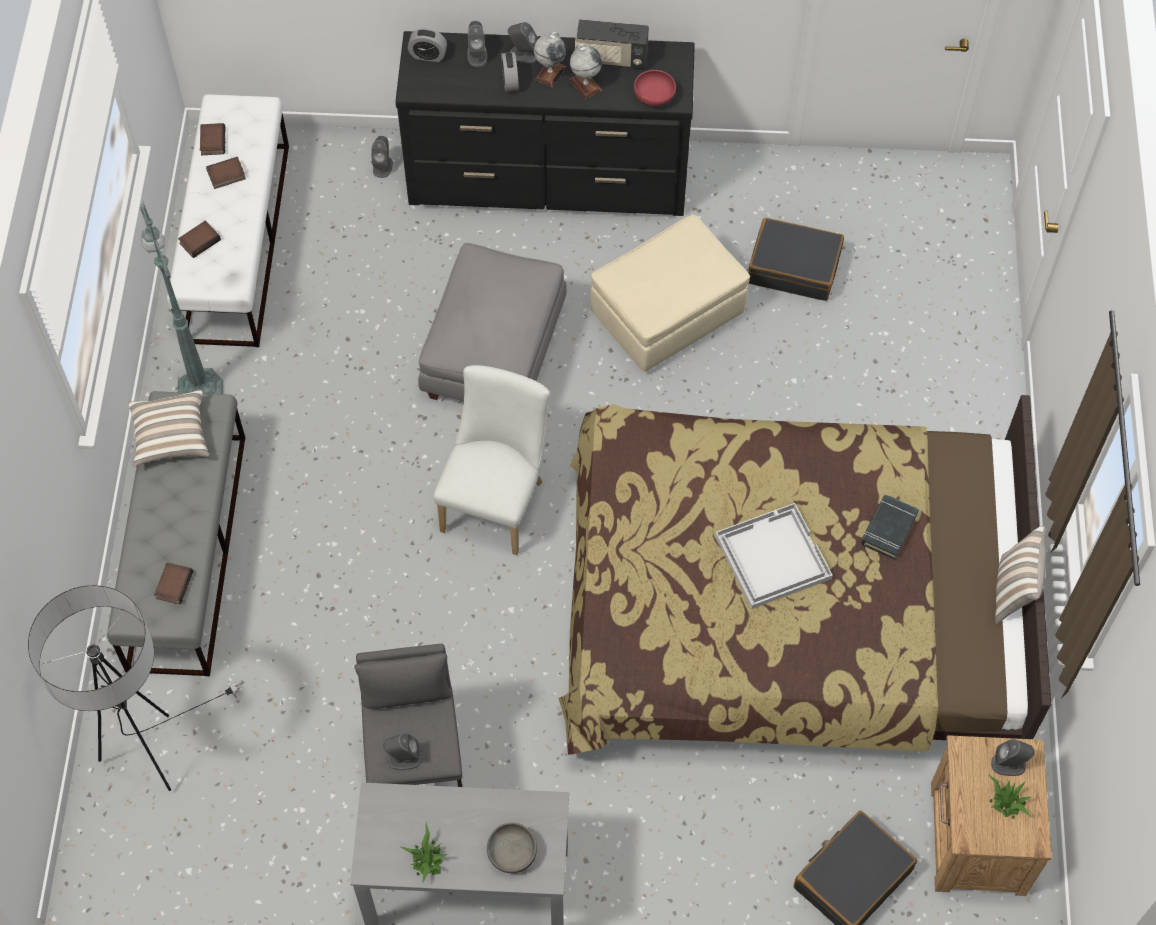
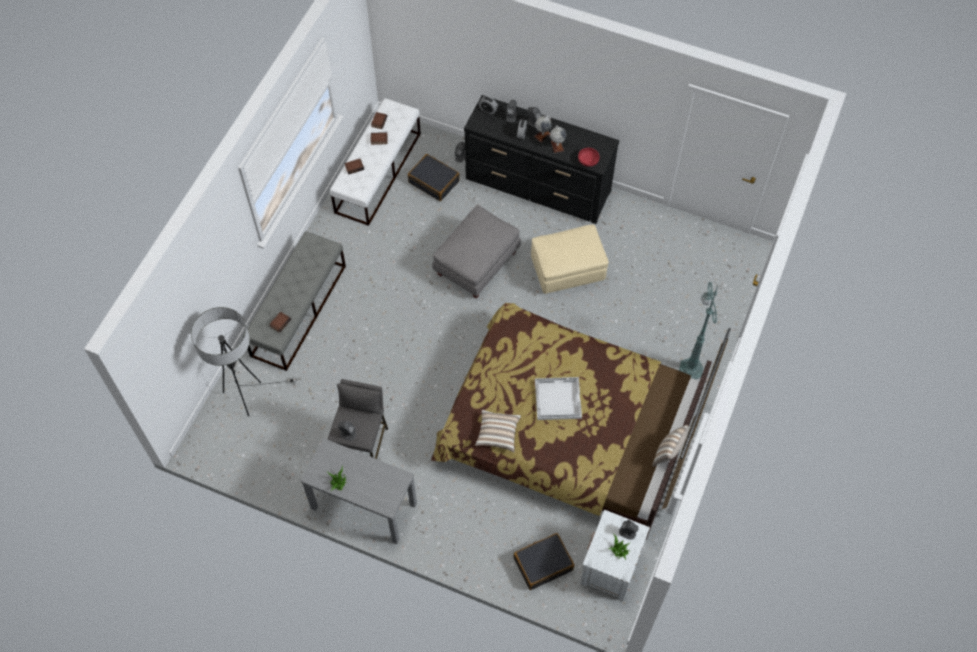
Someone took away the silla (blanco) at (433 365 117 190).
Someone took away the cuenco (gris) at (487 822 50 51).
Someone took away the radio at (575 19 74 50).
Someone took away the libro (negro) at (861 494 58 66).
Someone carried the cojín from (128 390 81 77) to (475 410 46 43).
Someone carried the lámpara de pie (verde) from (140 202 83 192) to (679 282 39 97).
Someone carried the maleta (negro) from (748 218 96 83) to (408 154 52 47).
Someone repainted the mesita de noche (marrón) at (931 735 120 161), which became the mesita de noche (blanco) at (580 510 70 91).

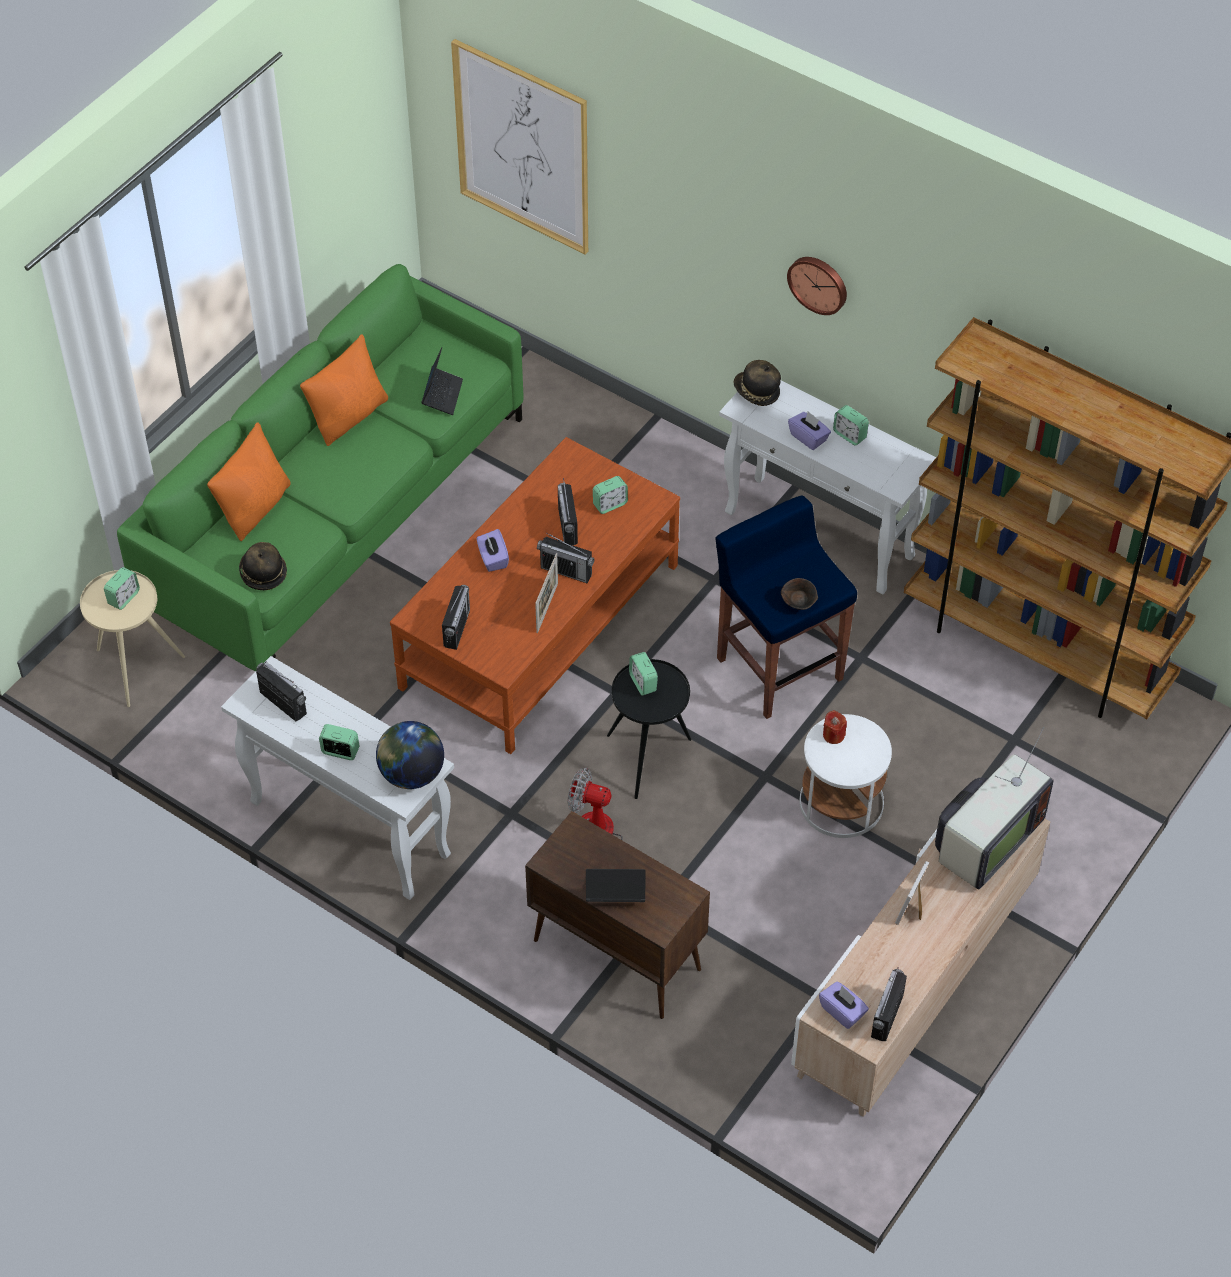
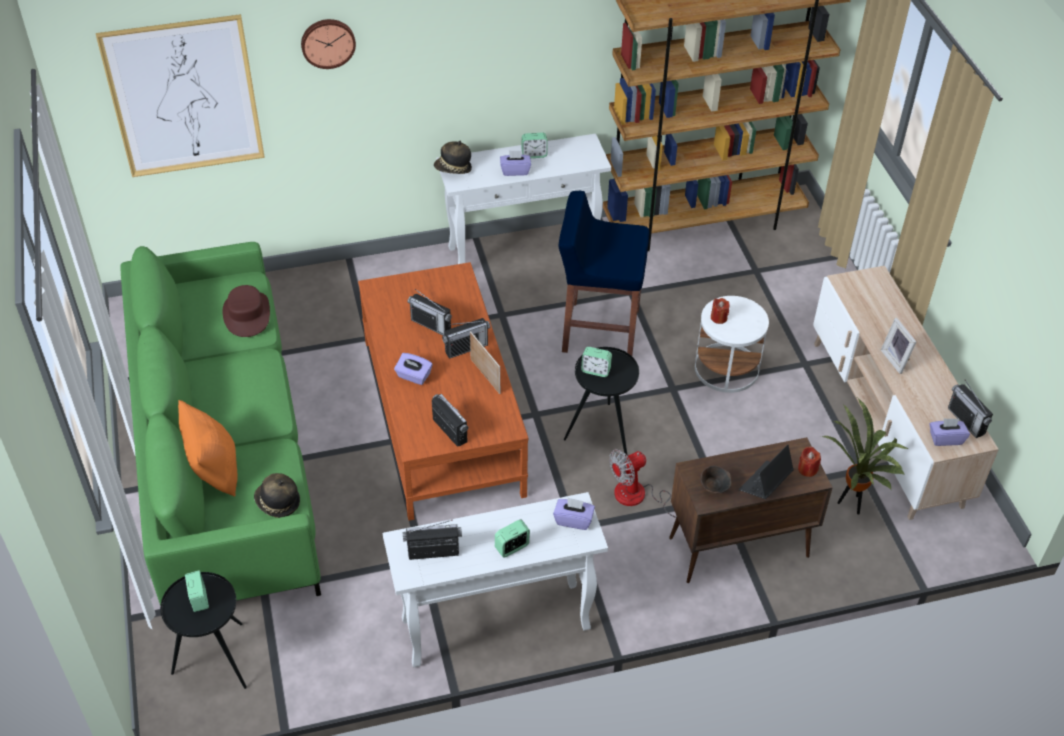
Someone took away the cojín (naranja) at (300 334 88 112).
Someone took away the despertador at (593 476 35 38).
Someone took away the televisor at (935 727 118 162).
Someone put down the vela (rojo) at (798 446 23 31).
Someone put down the planta en maceta at (821 398 87 116).
Someone carried the cuenco (marrón) from (781 578 37 32) to (700 466 31 28).
Someone carried the reloj de pared from (787 257 60 58) to (301 19 55 50).
Someone swapped the globo terráqueo at (376 721 68 68) for the caja de pañuelos (morado) at (553 497 42 33).
Someone swapped the portátil at (421 348 42 67) for the sombrero (marrón) at (222 285 48 52).
Someone repainted the mesa auxiliar (beis) at (80 570 105 137), which became the mesa auxiliar (negro) at (160 572 87 117).

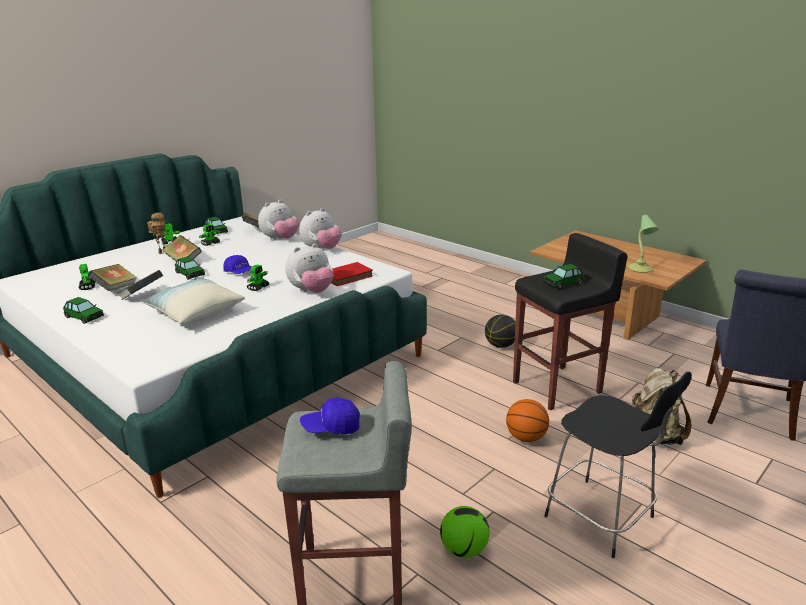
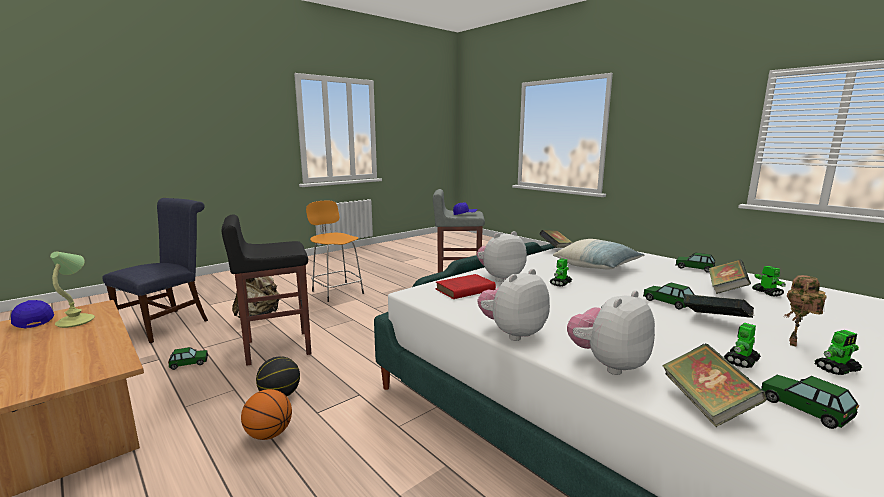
Someone took away the balón de fútbol at (440 506 50 52).
Someone carried the libro from (118 270 45 30) to (539 230 34 18).
Someone carried the gorra (azul) from (223 255 28 19) to (11 300 43 28).
Someone carried the balón de baloncesto from (506 399 43 43) to (241 389 51 51).
Someone carried the coche de juguete from (543 264 41 25) to (168 347 40 23).
Someone repainted the taburete (negro) at (544 372 148 186), which became the taburete (naranja) at (306 200 58 102).

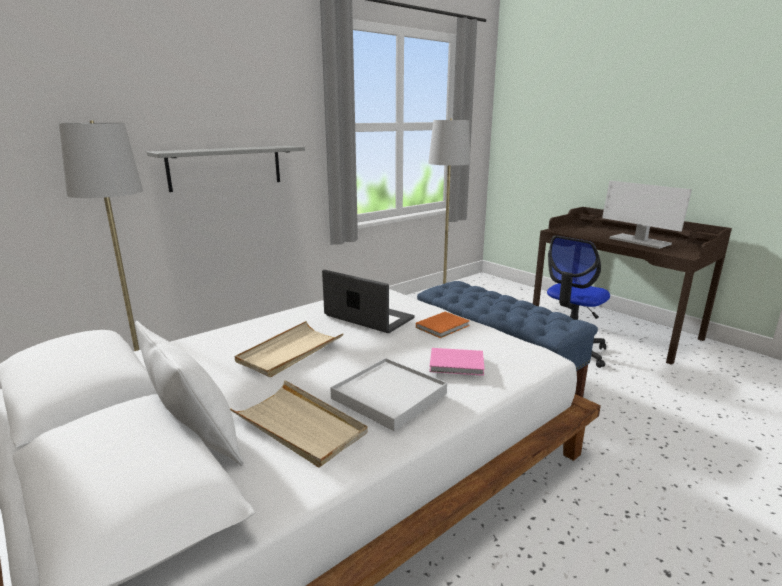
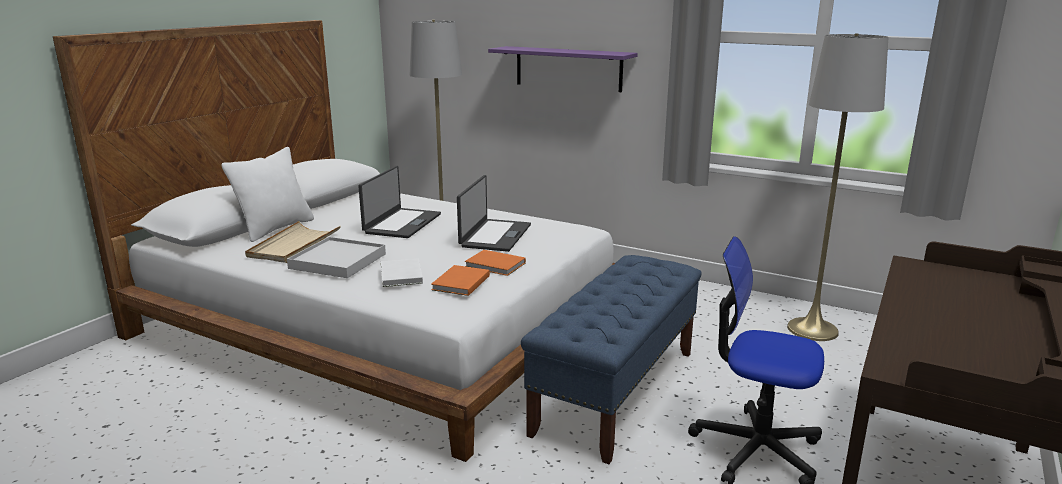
Someone took away the monitor at (602 181 90 68).
Someone put down the libro (naranja) at (431 265 59 31).
Someone swapped the bandeja (beis) at (234 321 110 56) for the portátil at (358 166 83 72).
Someone repainted the estante (gris) at (147 146 158 46), which became the estante (morado) at (488 46 150 46).
Someone repainted the libro (rosa) at (429 348 56 28), which became the libro (blanco) at (381 259 42 28).

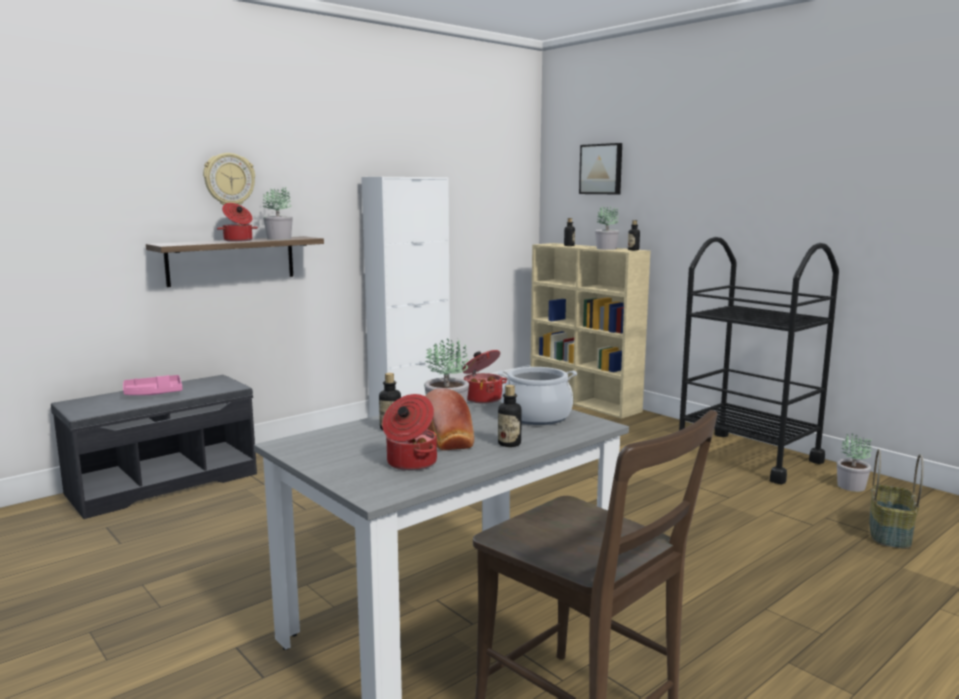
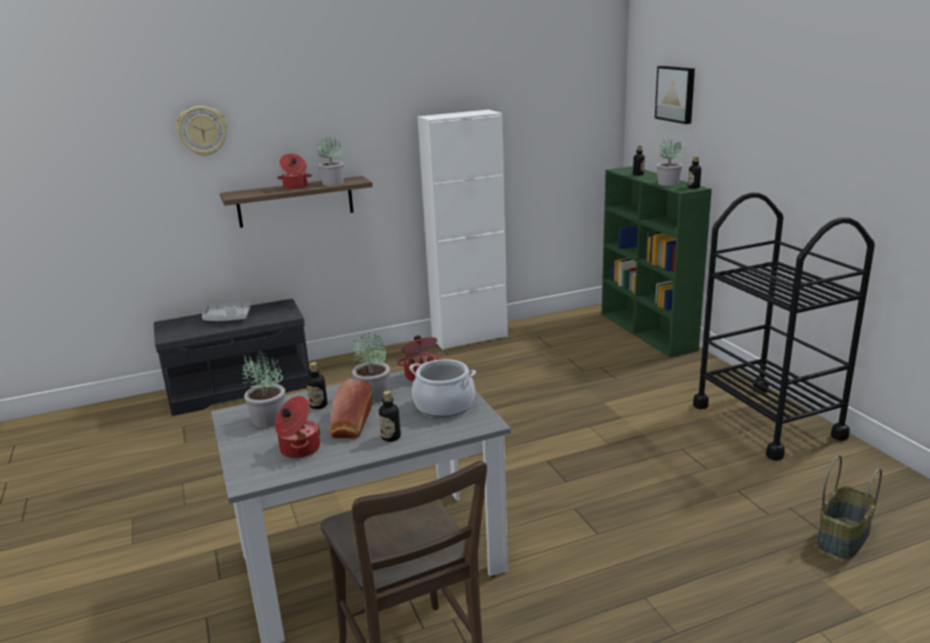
Someone carried the reloj de pared from (203 153 52 52) to (176 106 51 50).
Someone carried the planta en maceta from (837 433 35 59) to (243 353 42 75).
Someone repainted the bandeja (rosa) at (123 375 59 20), which became the bandeja (gris) at (202 302 49 19).
Someone repainted the estantería (beis) at (530 243 120 176), which became the estantería (verde) at (602 166 110 192).

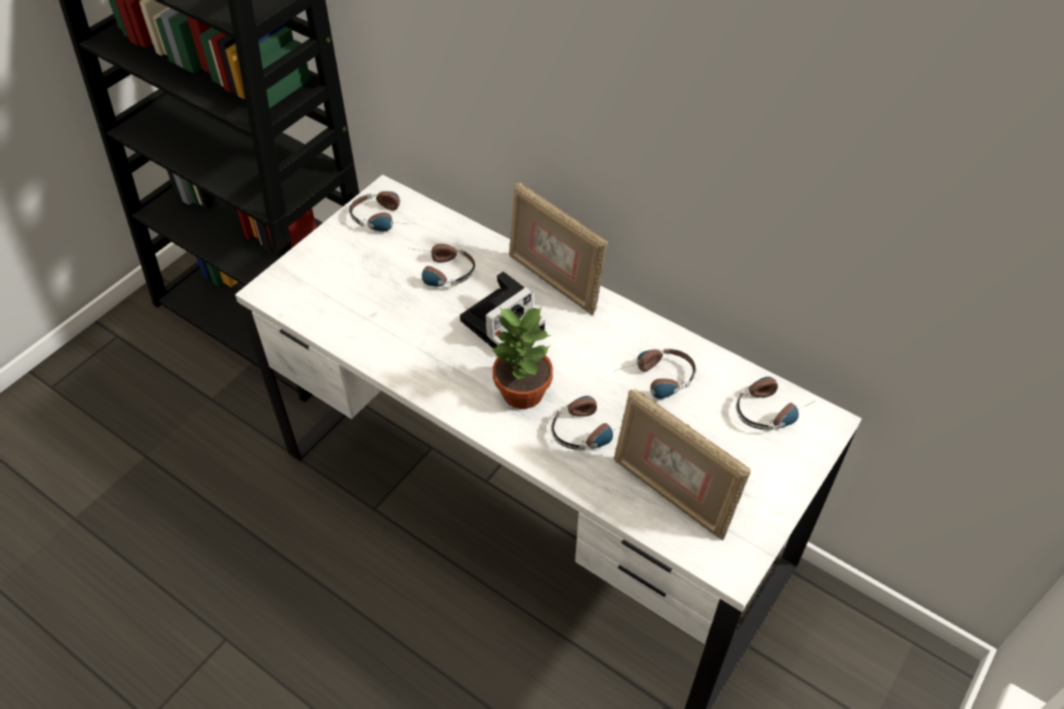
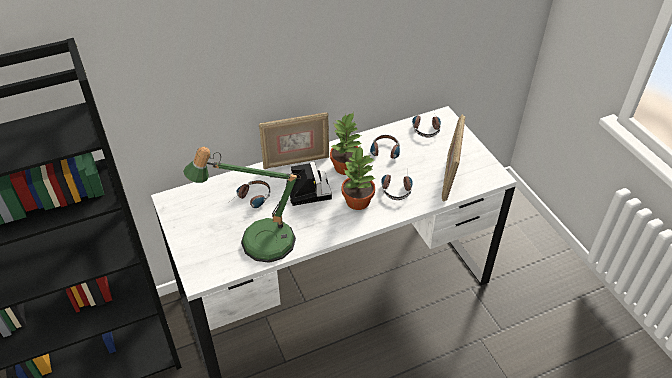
Someone took away the auriculares at (349 191 63 40).
Someone put down the lámpara de mesa at (183 146 118 117).
Someone put down the planta en maceta at (330 112 32 63).
Someone rotated the portarretratos at (614 389 137 151) by 120 degrees clockwise.

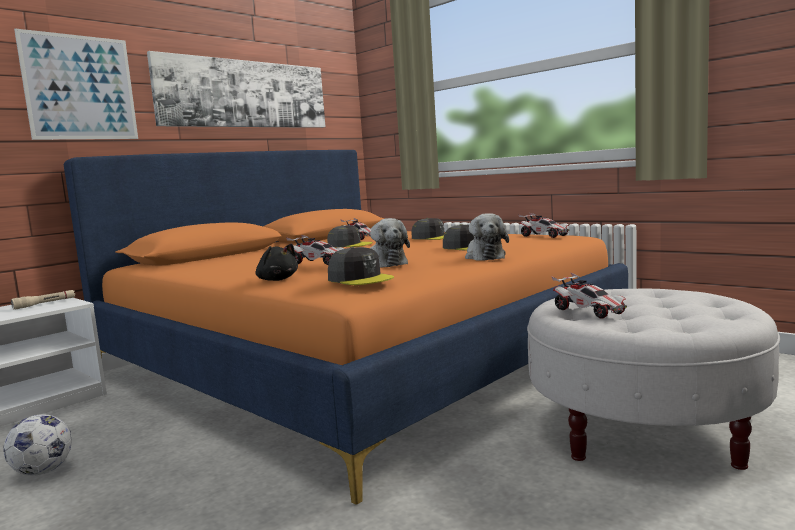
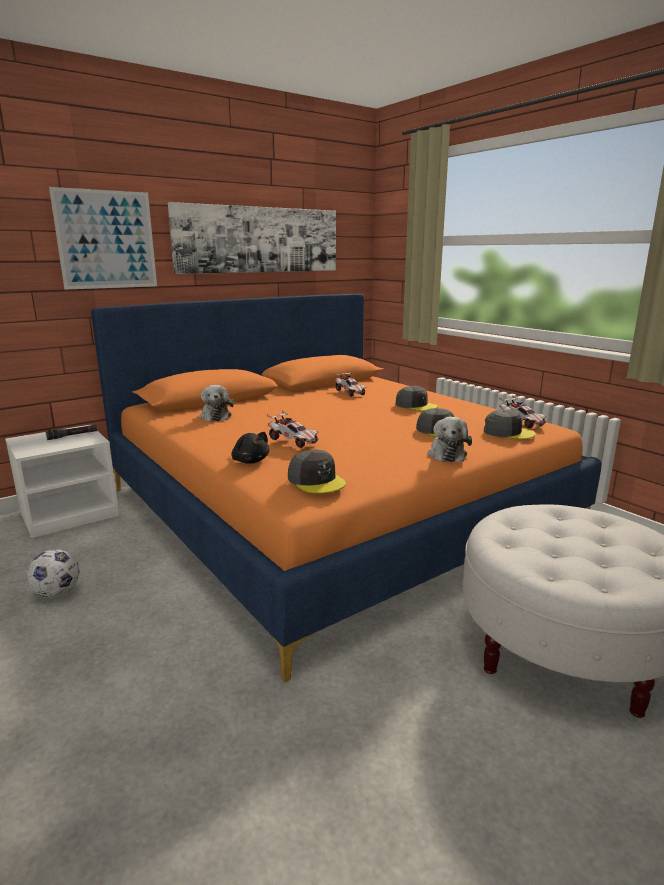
Someone took away the coche de juguete at (551 273 76 46).
Someone carried the gorra (gris) from (327 225 46 22) to (484 409 52 30).
Someone carried the peluche from (370 218 40 49) to (199 385 35 37).
Someone repainted the linterna (beis) at (11 290 64 20), which became the linterna (negro) at (45 425 52 15).

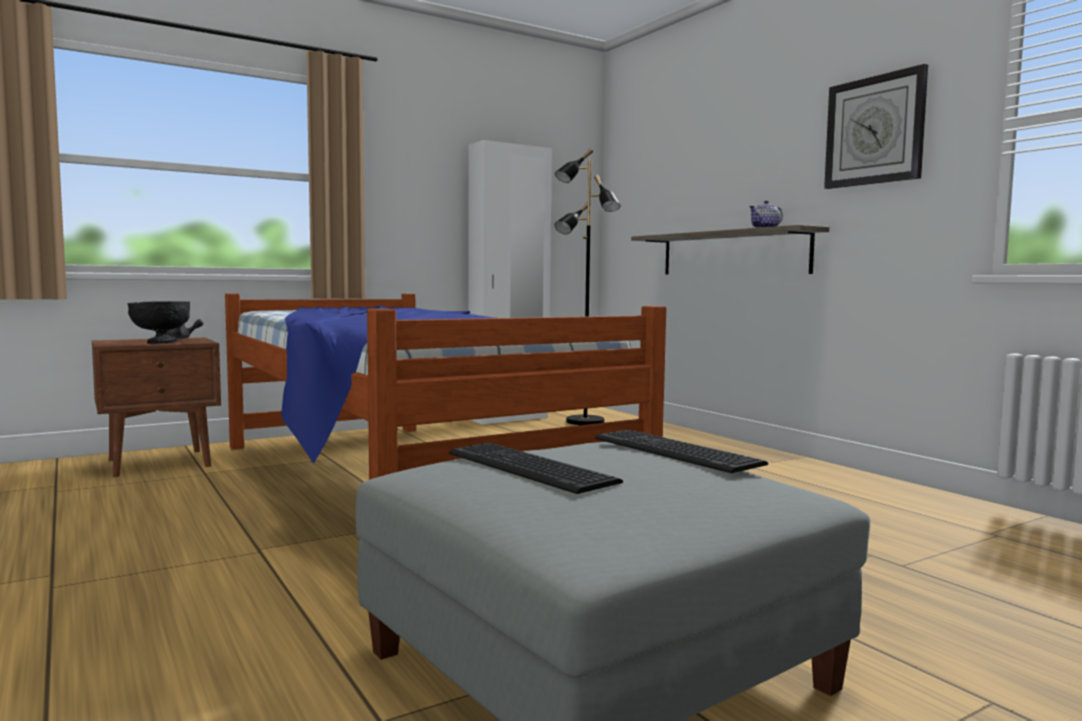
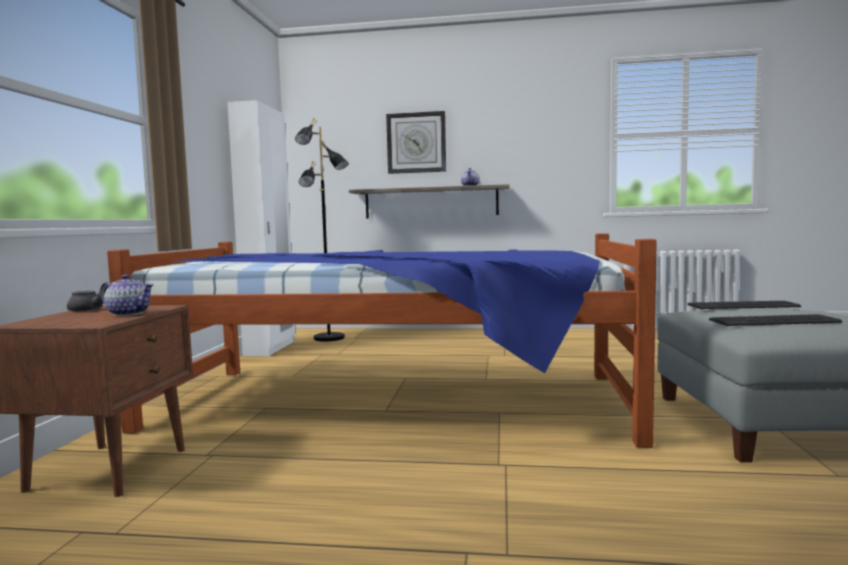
Someone carried the reloj de pared from (824 64 104 125) to (386 111 60 63).
Someone swapped the cuenco (negro) at (127 301 63 43) for the tetera at (100 275 54 41).

